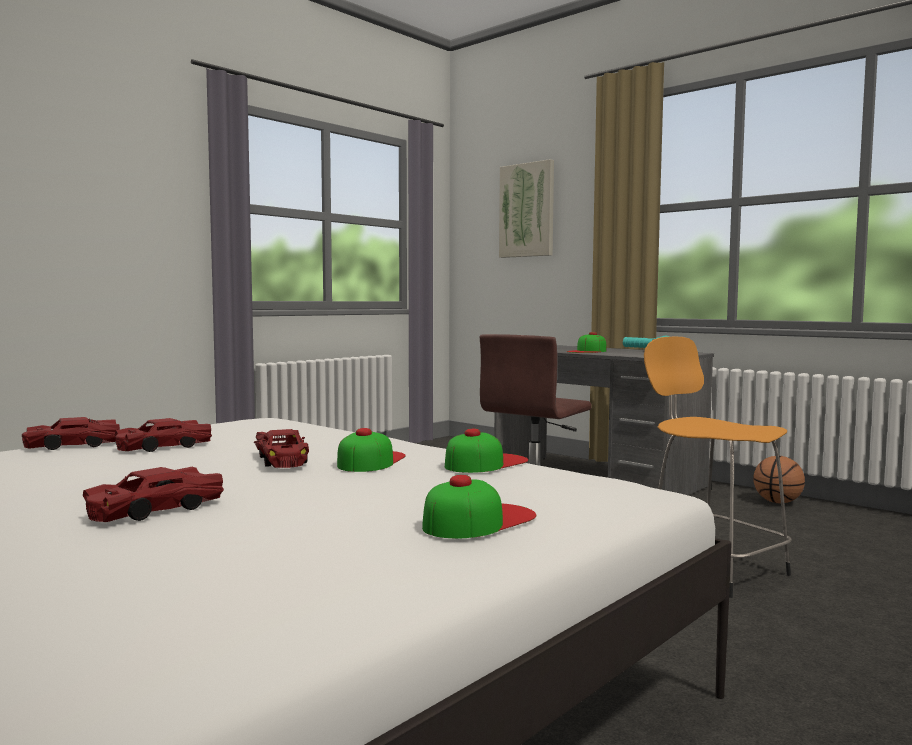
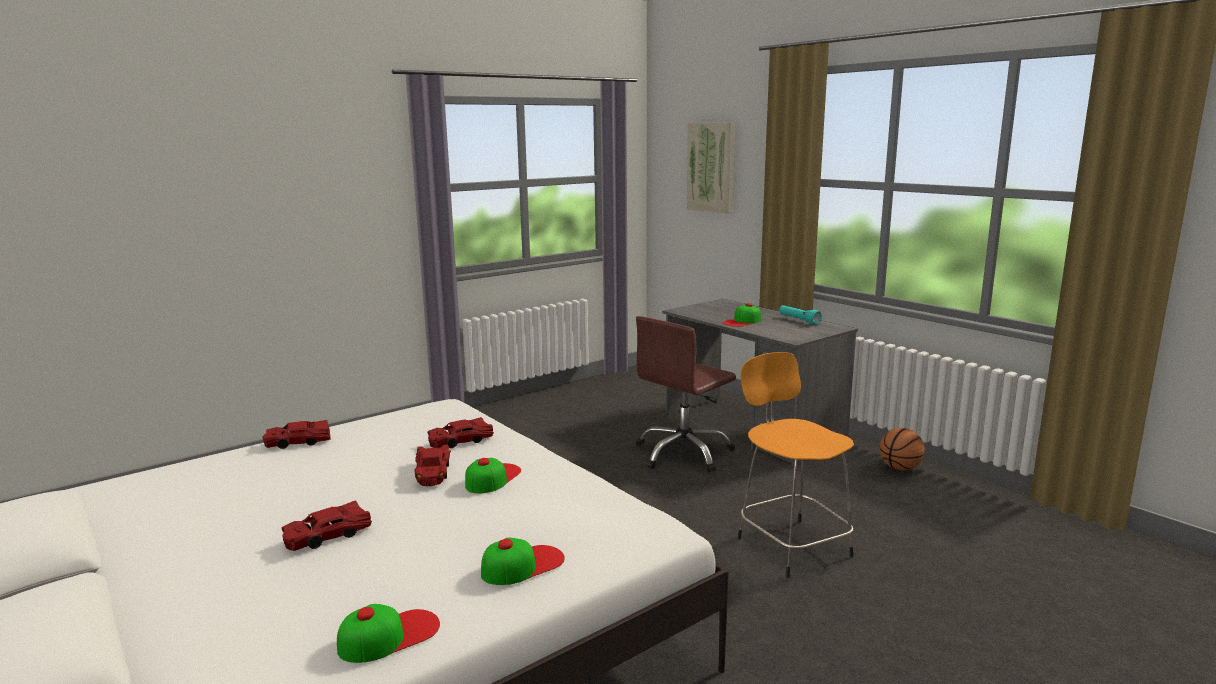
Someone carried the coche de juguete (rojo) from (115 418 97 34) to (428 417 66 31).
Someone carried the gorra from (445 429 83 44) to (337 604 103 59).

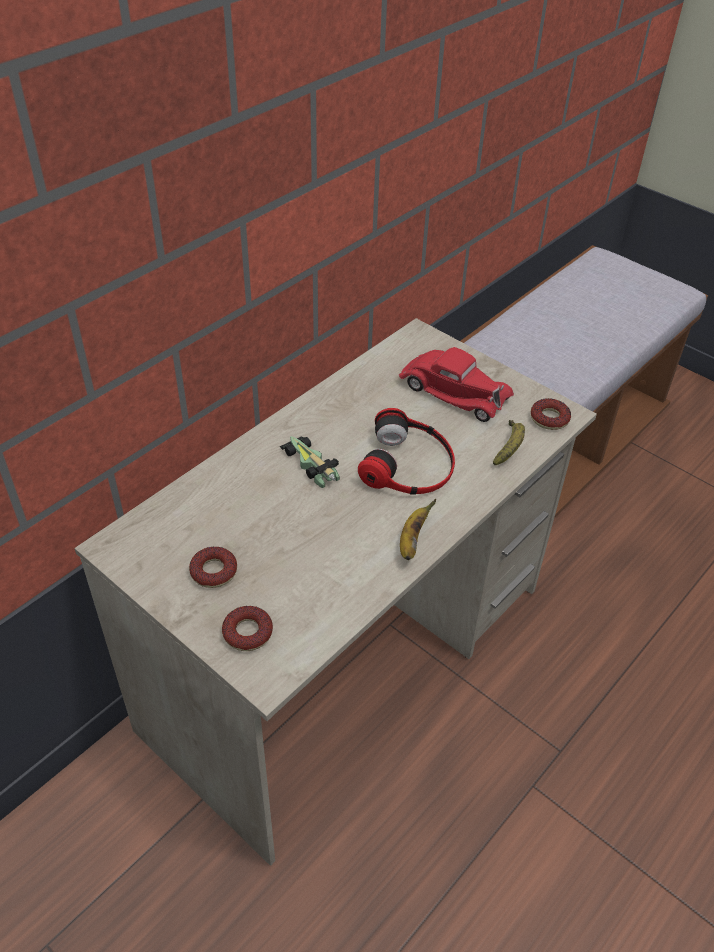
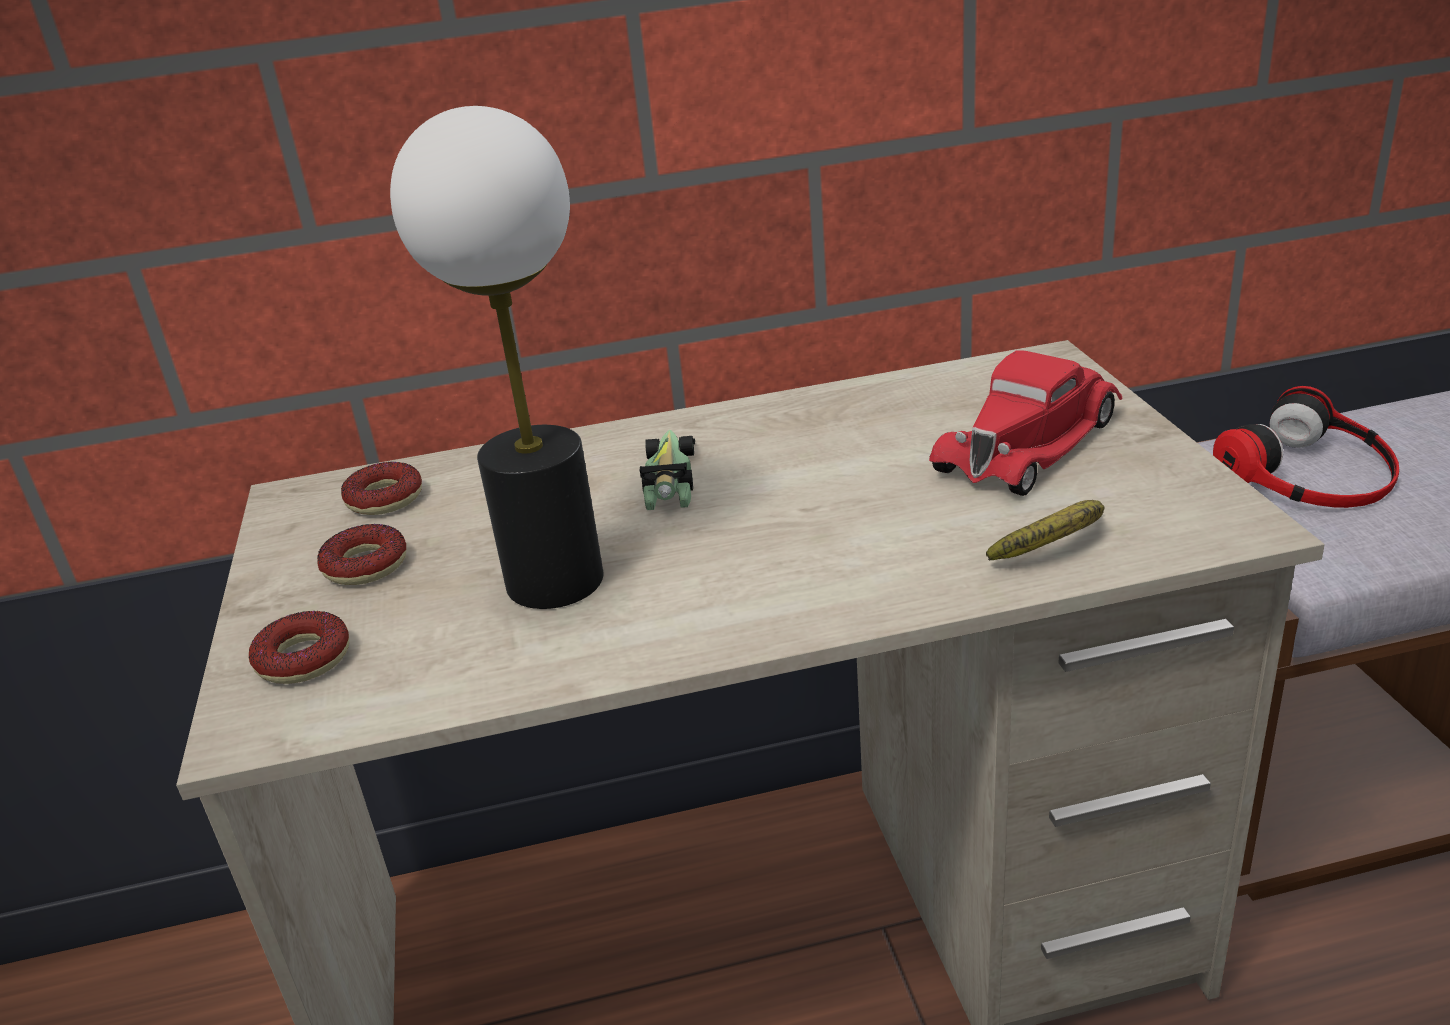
Someone took away the plátano at (400 499 36 61).
Someone put down the lámpara de mesa at (390 106 214 503).
Someone carried the auriculares from (358 408 97 87) to (1213 386 186 122).
Someone carried the rosquilla from (531 398 40 32) to (341 462 81 53).
Someone rotated the coche de juguete (rojo) at (399 347 115 75) by 60 degrees clockwise.

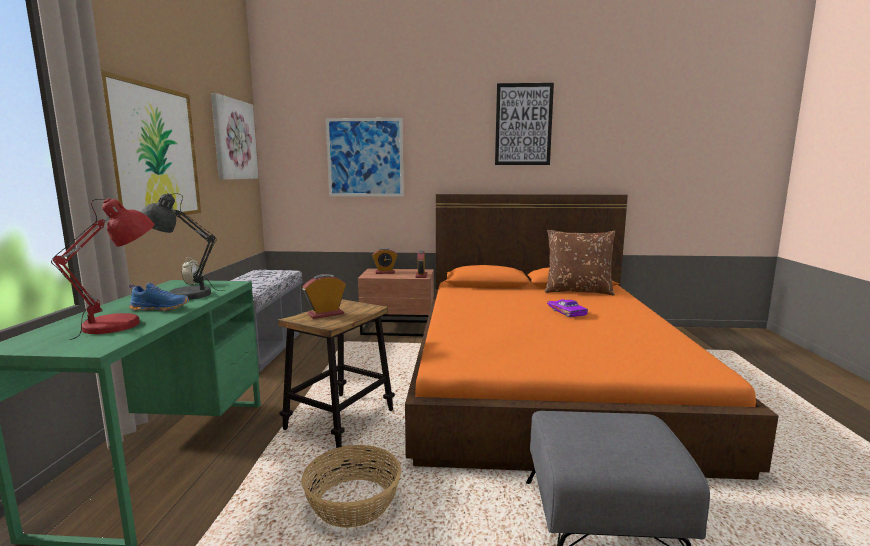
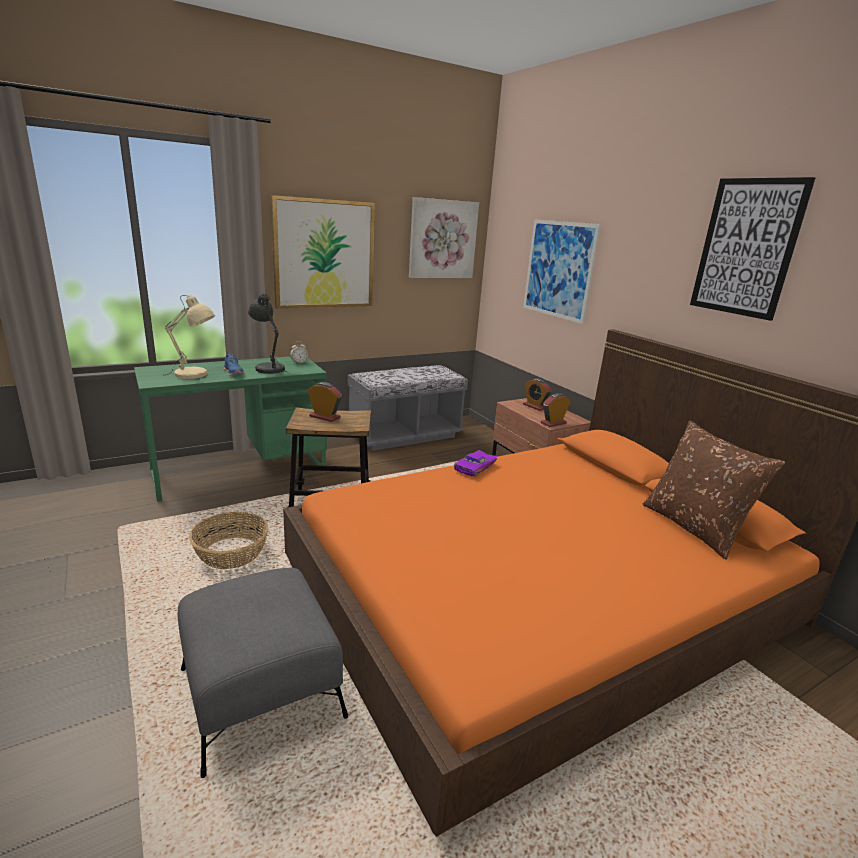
Someone carried the coche de juguete (morado) from (547 299 41 18) to (454 450 44 27).
Someone repainted the lámpara de mesa (rojo) at (51 198 103 142), which became the lámpara de mesa (beis) at (165 295 50 84).

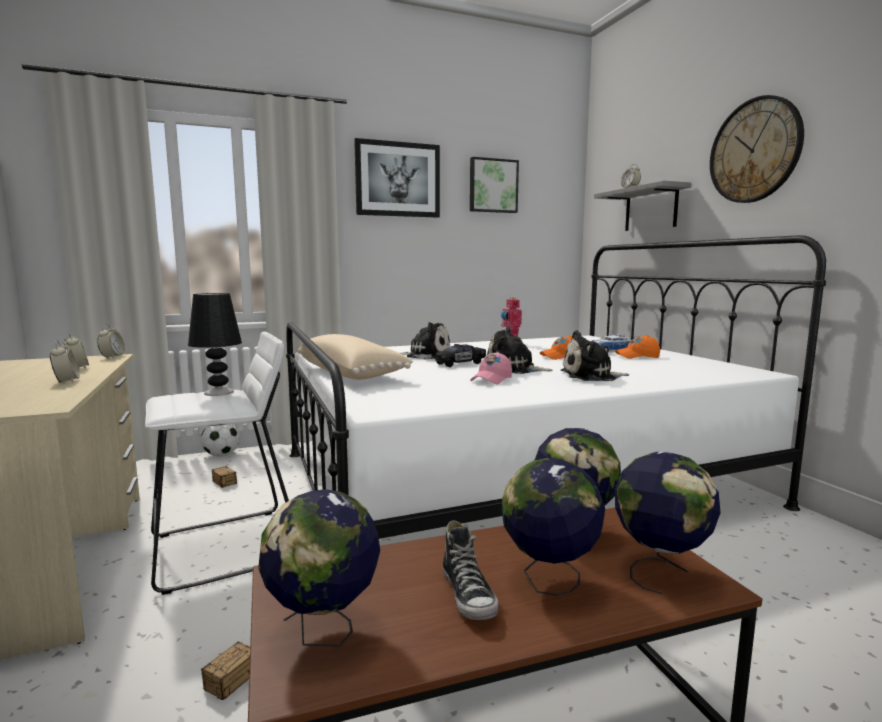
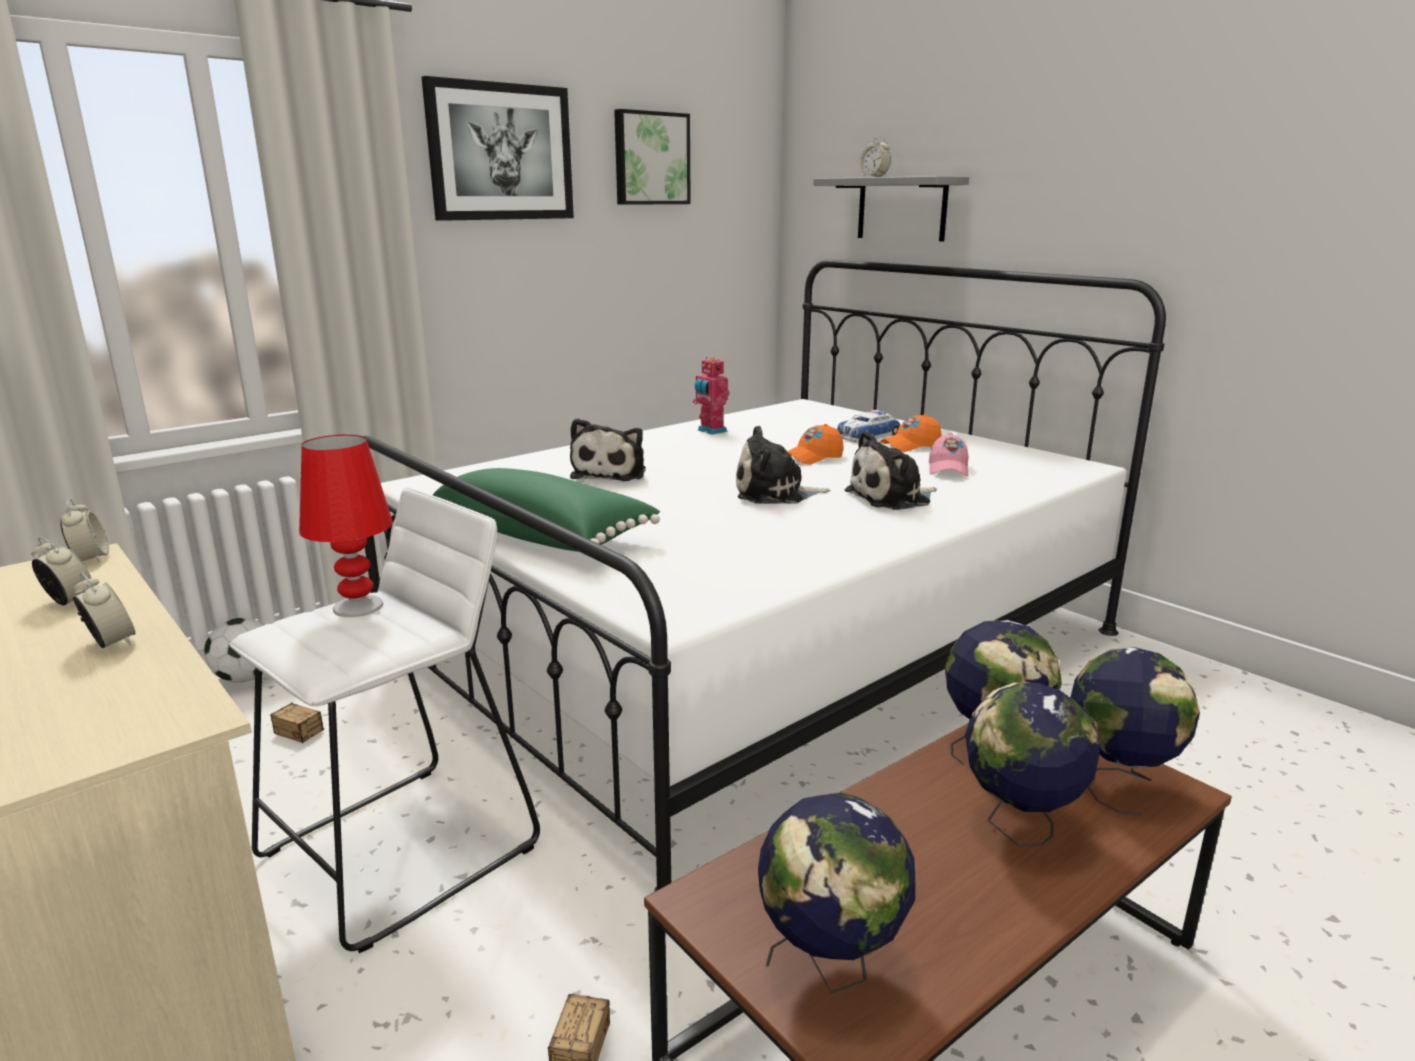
Someone took away the coche de juguete (negro) at (435 344 51 23).
Someone took away the zapato at (442 520 57 100).
Someone took away the reloj de pared at (710 95 94 108).
Someone carried the gorra (rosa) from (470 352 42 32) to (929 433 40 44).
Someone repainted the lámpara de mesa (negro) at (188 293 54 103), which became the lámpara de mesa (rojo) at (299 435 94 182).
Someone repainted the cojín (beis) at (297 334 116 46), which became the cojín (verde) at (433 468 227 84).
Someone rotated the peluche at (400 322 51 38) by 105 degrees clockwise.

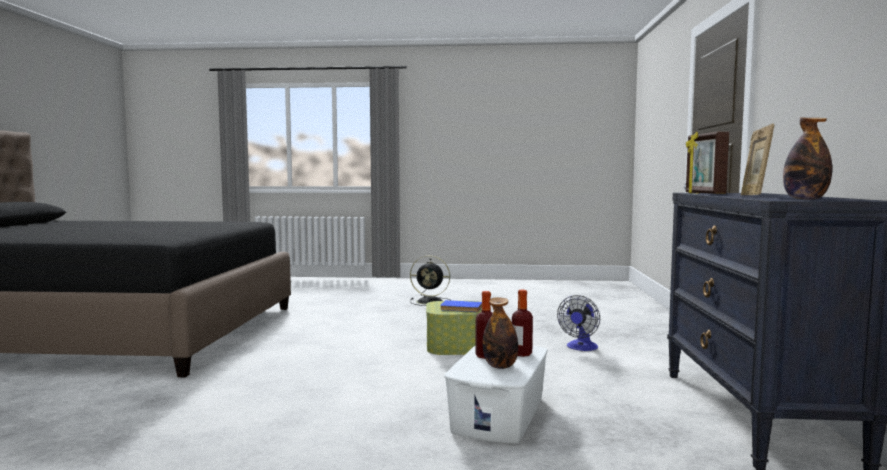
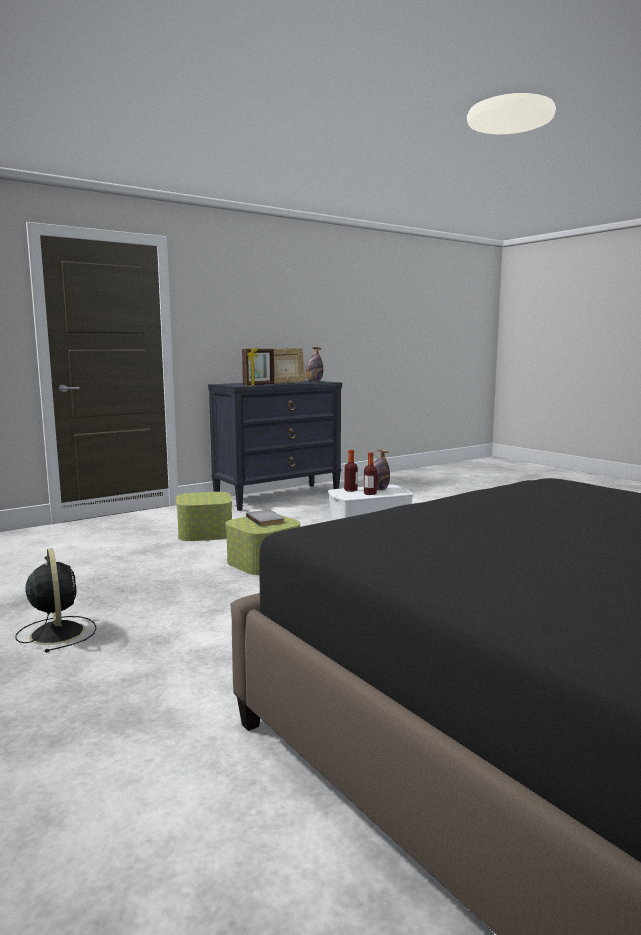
Someone swapped the ventilador at (557 295 43 56) for the caja de almacenaje at (176 492 56 49).
Someone repainted the libro (azul) at (440 300 42 12), which became the libro (gris) at (246 510 39 17).

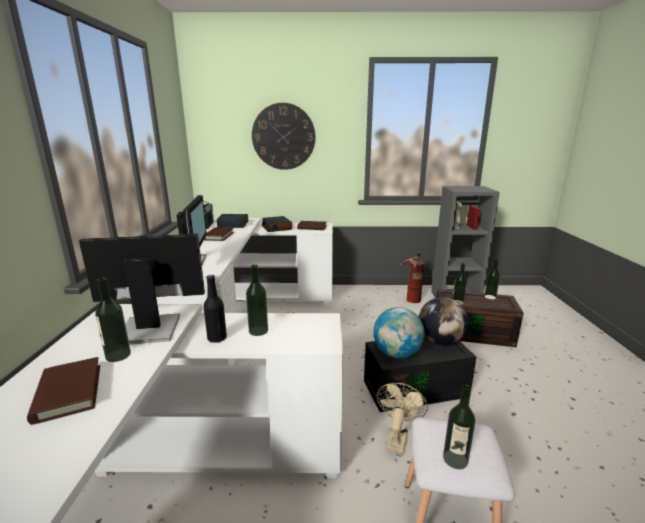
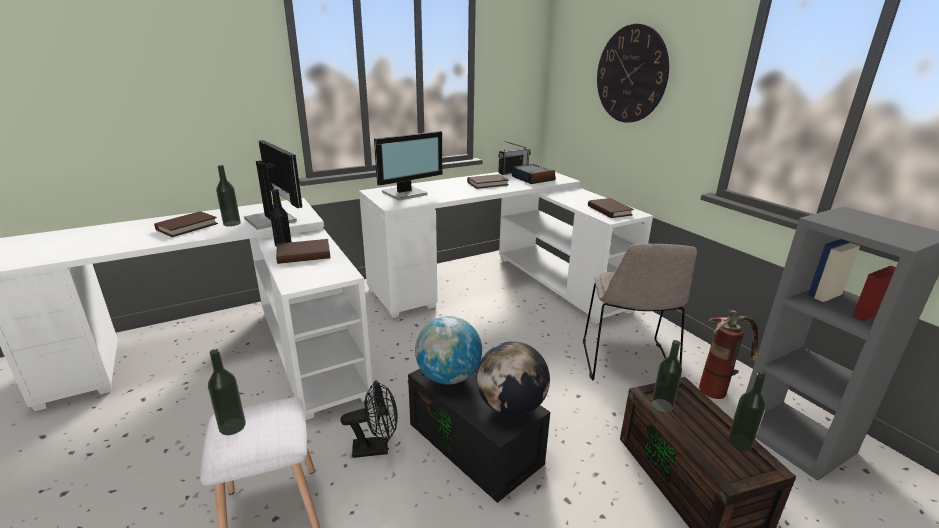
Someone took away the despertador at (262 216 30 16).
Someone put down the silla (beis) at (583 244 114 136).
Someone swapped the botella at (246 264 22 72) for the libro (marrón) at (276 239 54 25).
Someone repainted the ventilador (beis) at (377 383 51 72), which became the ventilador (negro) at (340 380 58 78).

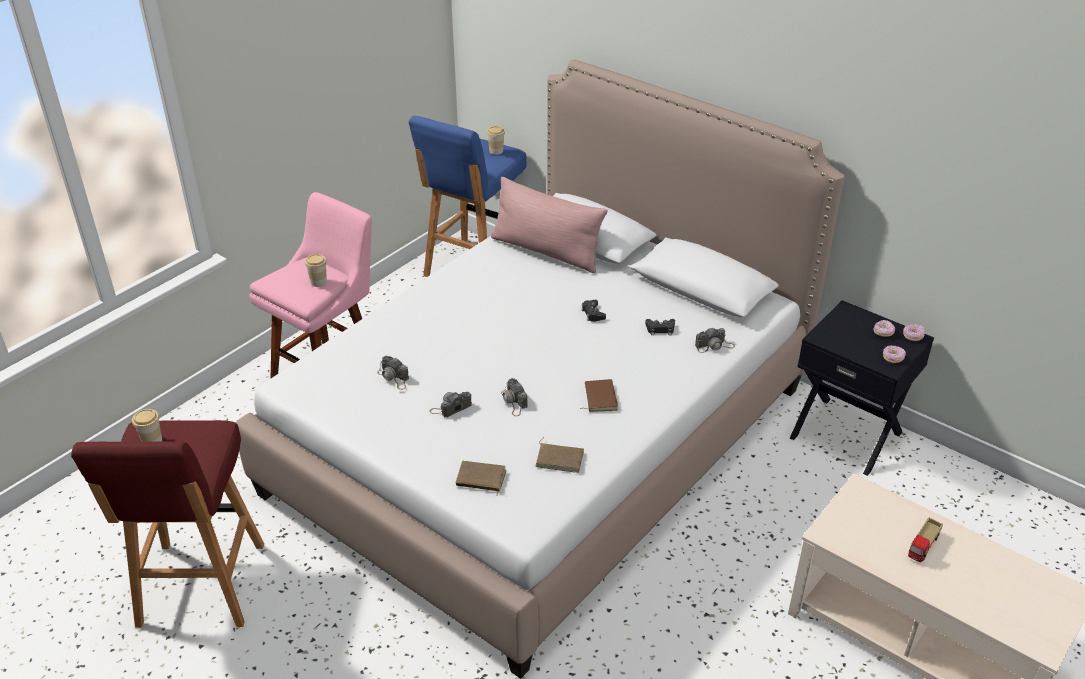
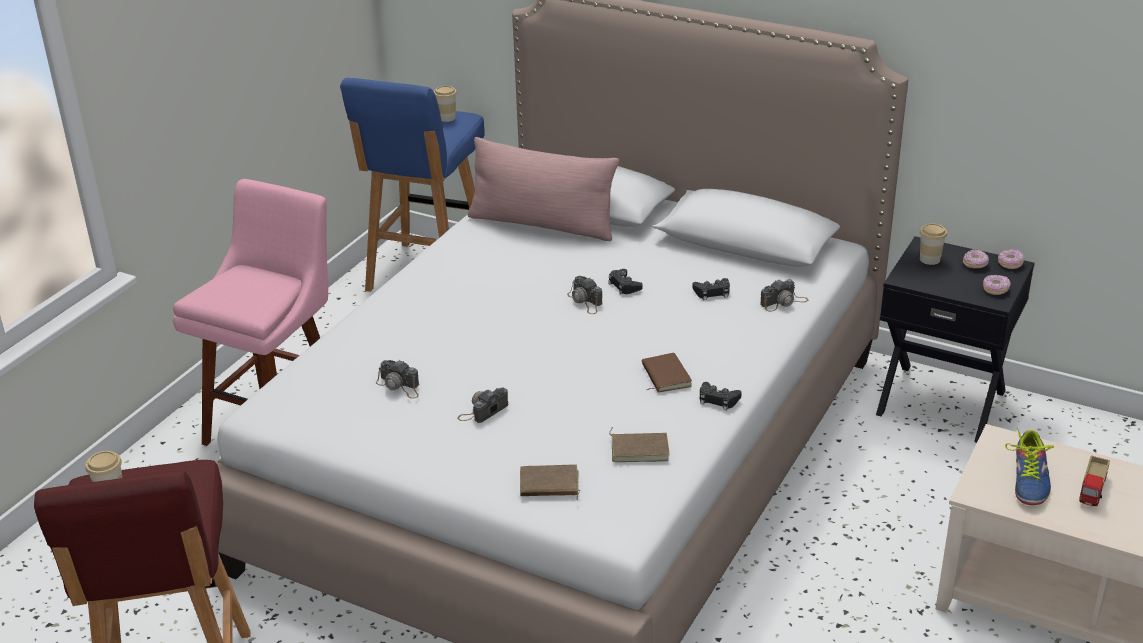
Someone put down the mando de consola (negro) at (700 382 42 28).
Someone put down the zapato at (1005 428 49 77).
Someone carried the taza from (305 254 22 33) to (920 223 27 42).
Someone carried the cámara from (501 378 27 38) to (567 276 36 38).

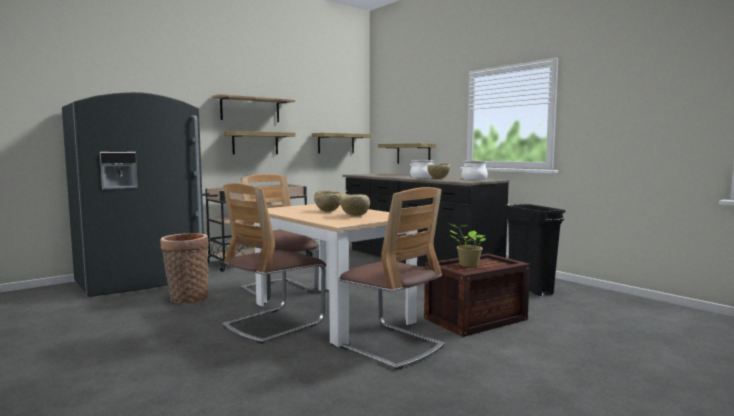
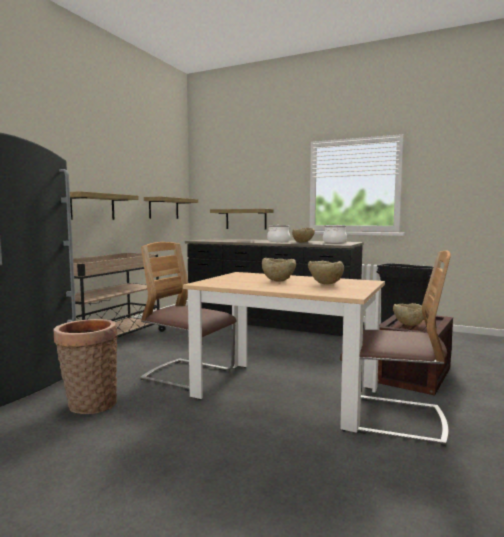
Someone took away the estante at (212 94 83 28).
Someone took away the silla at (222 183 104 161).
Someone swapped the planta en maceta at (449 223 37 44) for the cuenco (beis) at (393 303 31 23).

